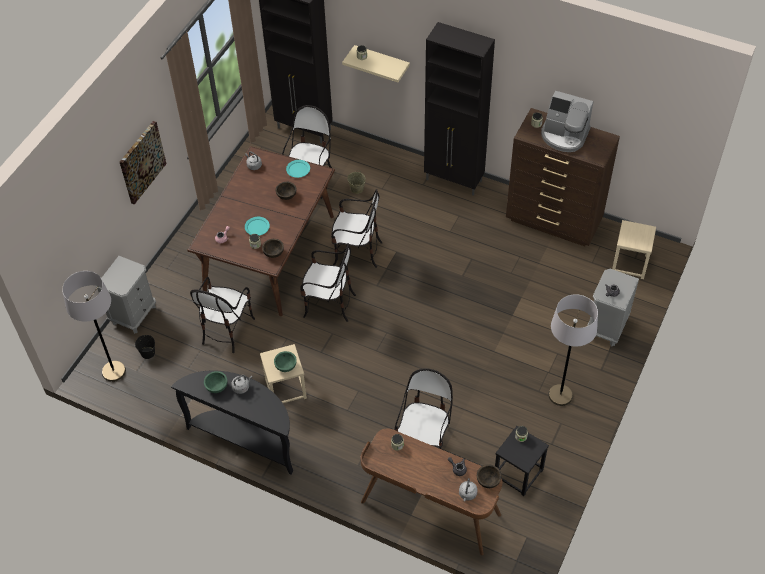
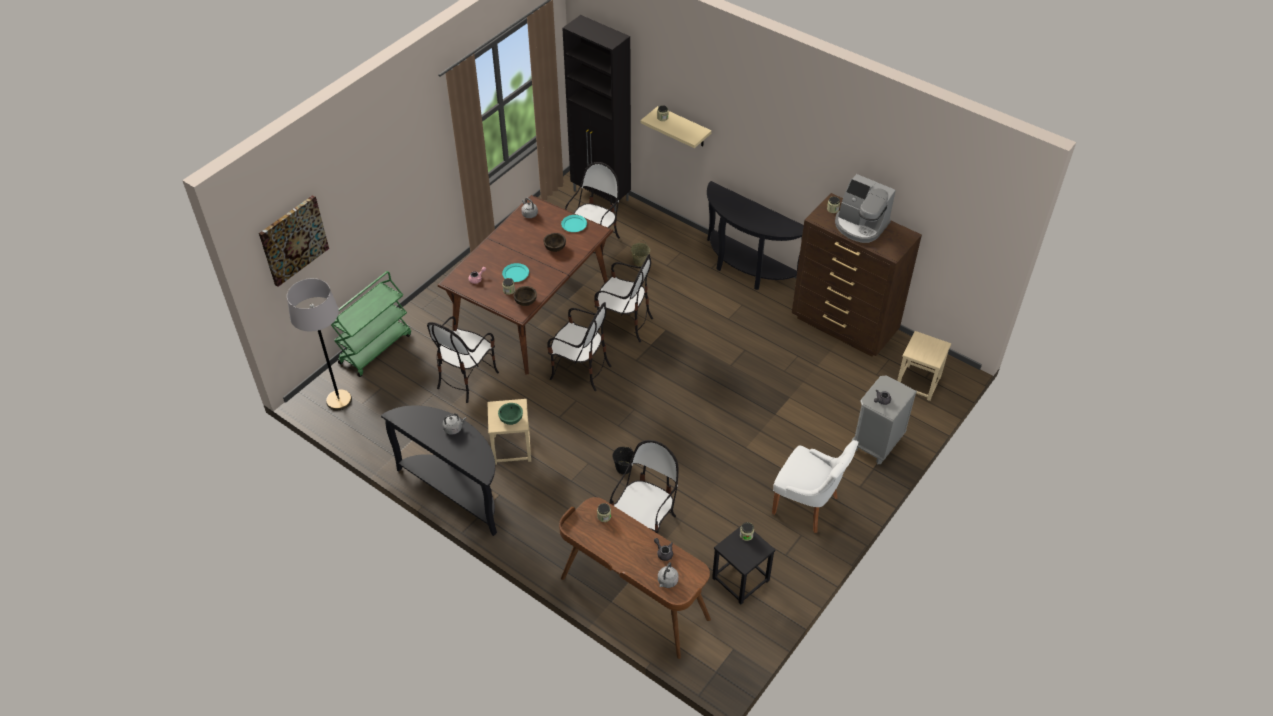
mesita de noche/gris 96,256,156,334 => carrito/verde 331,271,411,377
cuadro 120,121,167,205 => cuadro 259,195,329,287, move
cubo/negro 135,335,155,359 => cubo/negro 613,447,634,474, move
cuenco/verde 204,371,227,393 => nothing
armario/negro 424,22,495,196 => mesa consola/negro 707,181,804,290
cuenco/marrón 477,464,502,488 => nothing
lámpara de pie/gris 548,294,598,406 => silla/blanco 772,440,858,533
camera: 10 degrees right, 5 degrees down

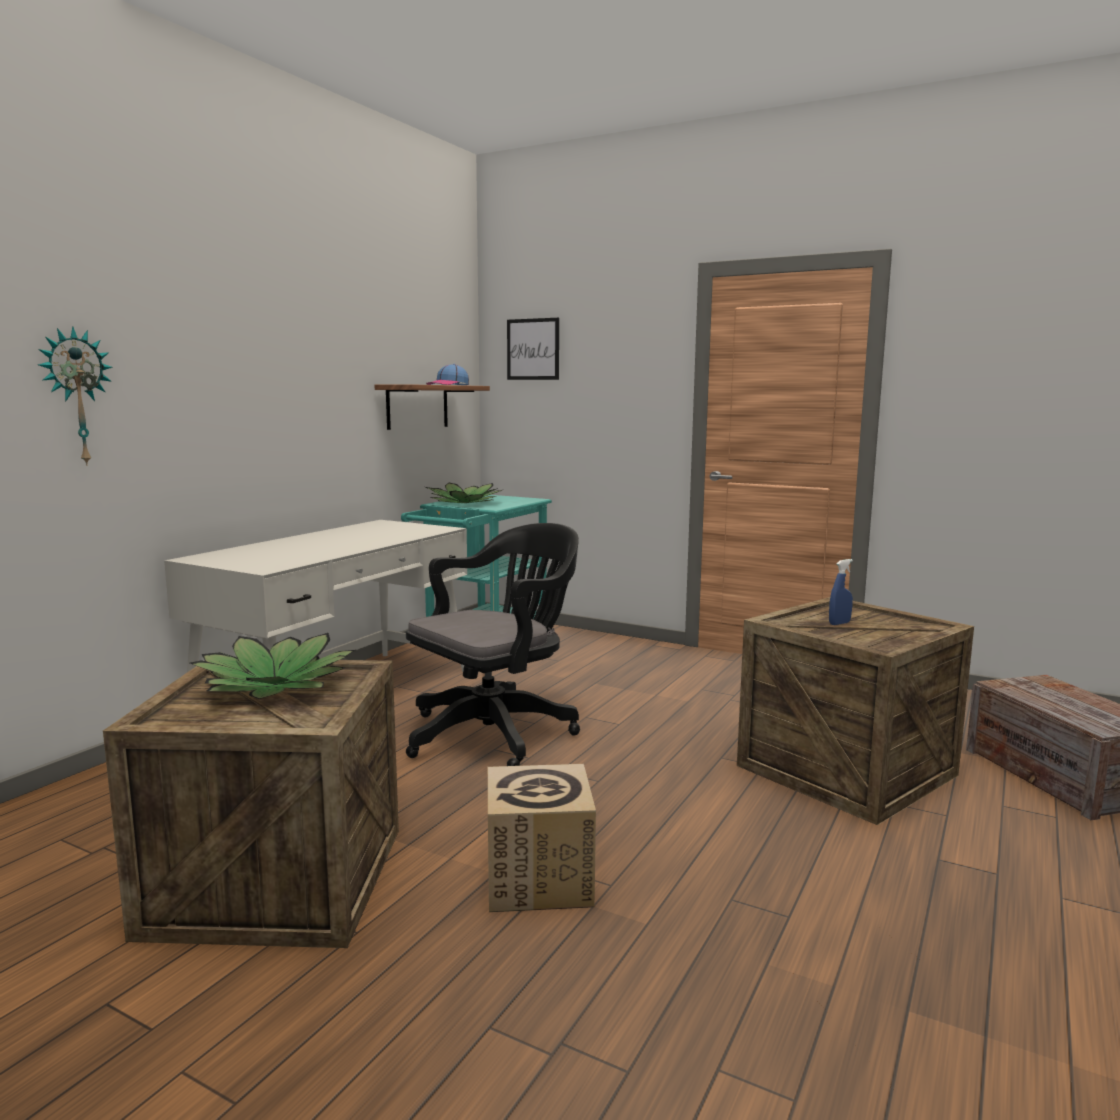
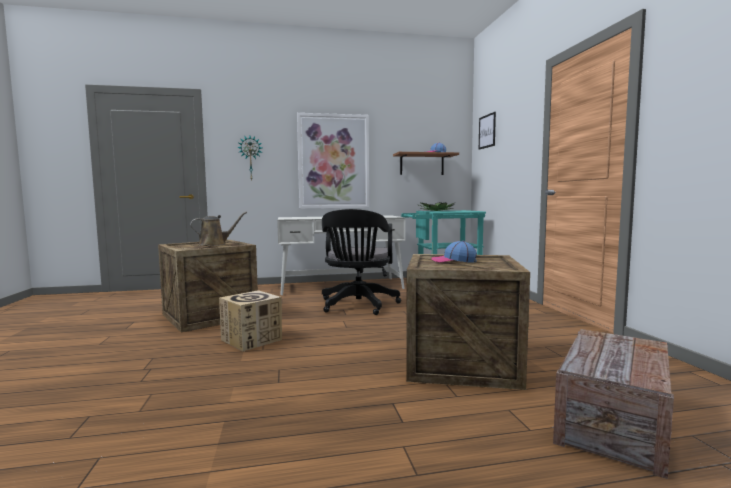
planta en maceta 190,633,355,699 => regadera/marrón 190,212,247,246
silla de oficina/negro 406,523,580,766 => silla de oficina/negro 322,209,401,315, 90 degrees clockwise
pulverizador/azul 829,559,853,625 => gorra 431,241,477,263
nothing => cuadro 297,113,369,209
camera: 50 degrees right, 5 degrees down

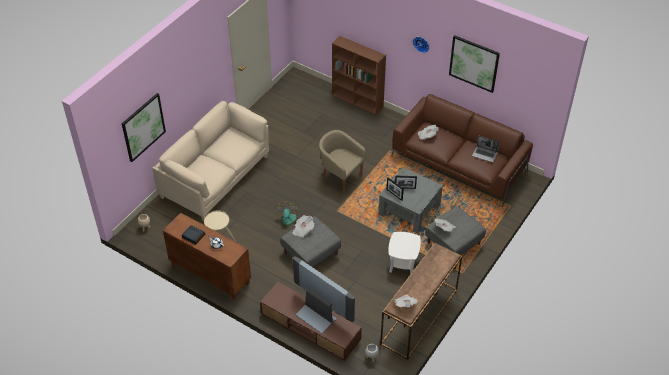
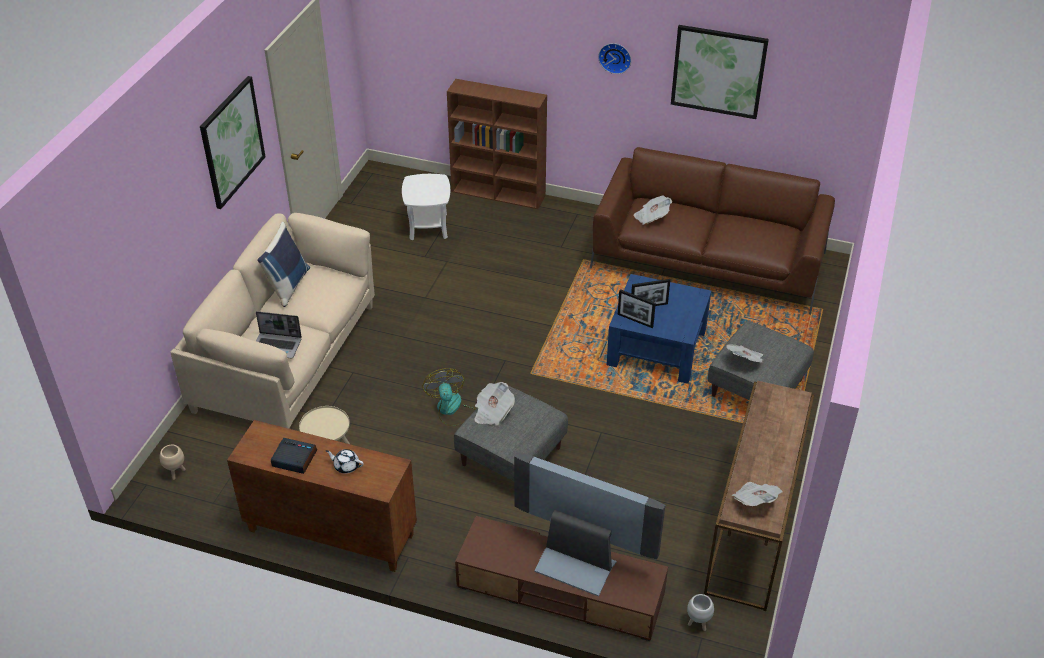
cuadro 122,93,166,162 => cuadro 200,76,266,209, move
sillón/beis 319,130,366,194 => nothing
mesa de centro/gris 379,167,443,234 => mesa de centro/azul 607,274,711,384
mesa auxiliar/blanco 388,232,421,274 => mesa auxiliar/blanco 402,174,450,240, move
portátil 472,136,500,162 => portátil 256,311,302,359, move
nothing => cojín/azul 257,222,310,307
camera: 15 degrees left, 5 degrees down

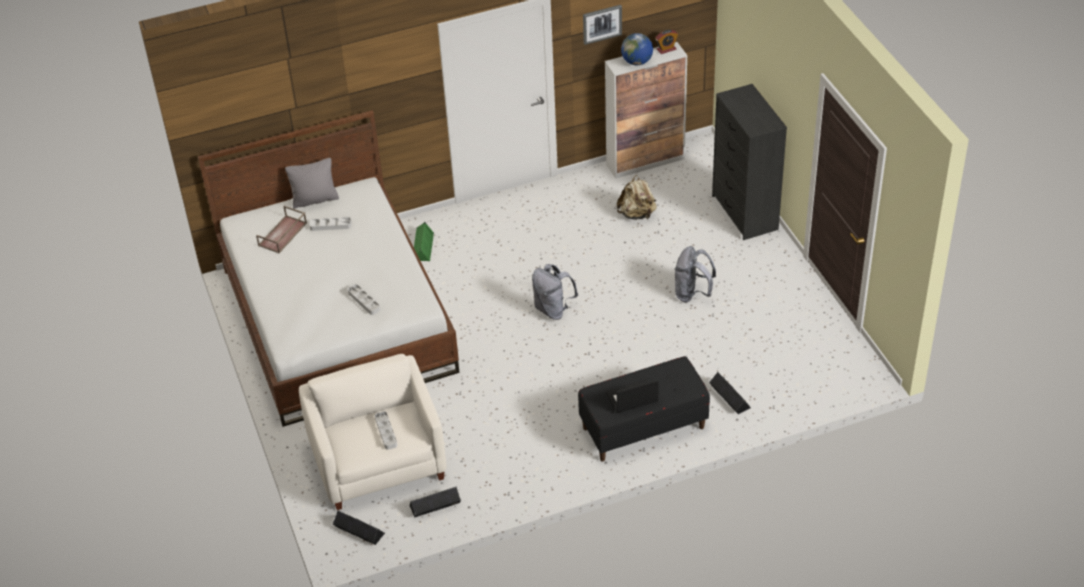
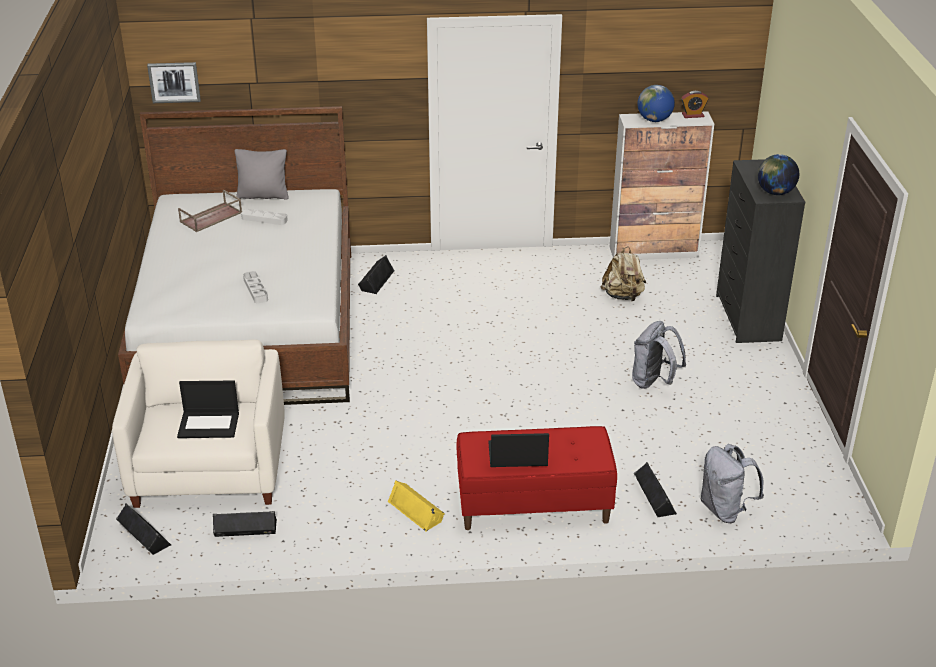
bandeja/gris 375,411,397,450 => portátil 177,381,239,438
altavoz/verde 414,222,434,261 => altavoz/negro 358,255,394,294
mochila/gris 532,264,578,320 => mochila/gris 701,444,764,523, move
banco/negro 578,356,710,462 => banco/rojo 457,426,617,530
cuadro 583,5,622,45 => cuadro 147,62,201,103, move
nothing => altavoz/amarillo 388,480,445,532
nothing => globo terráqueo 758,154,799,195
camera: 15 degrees right, 10 degrees down

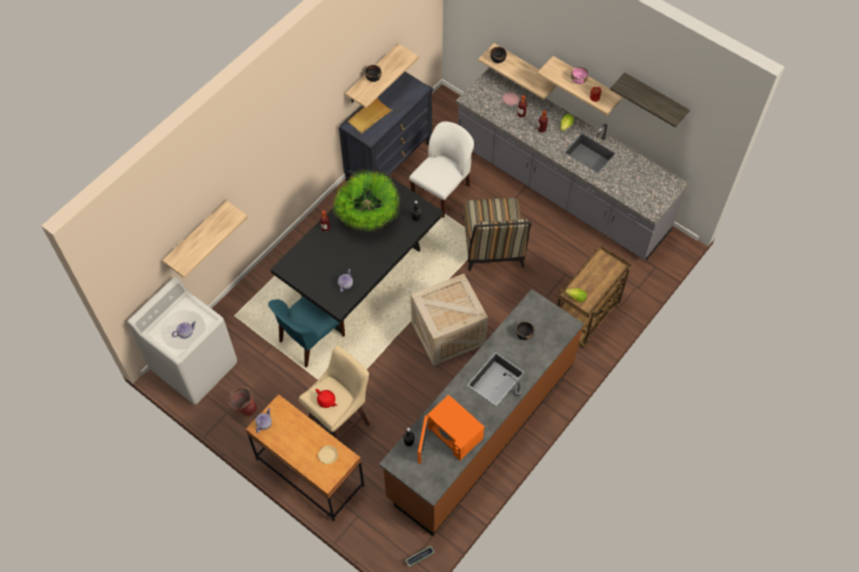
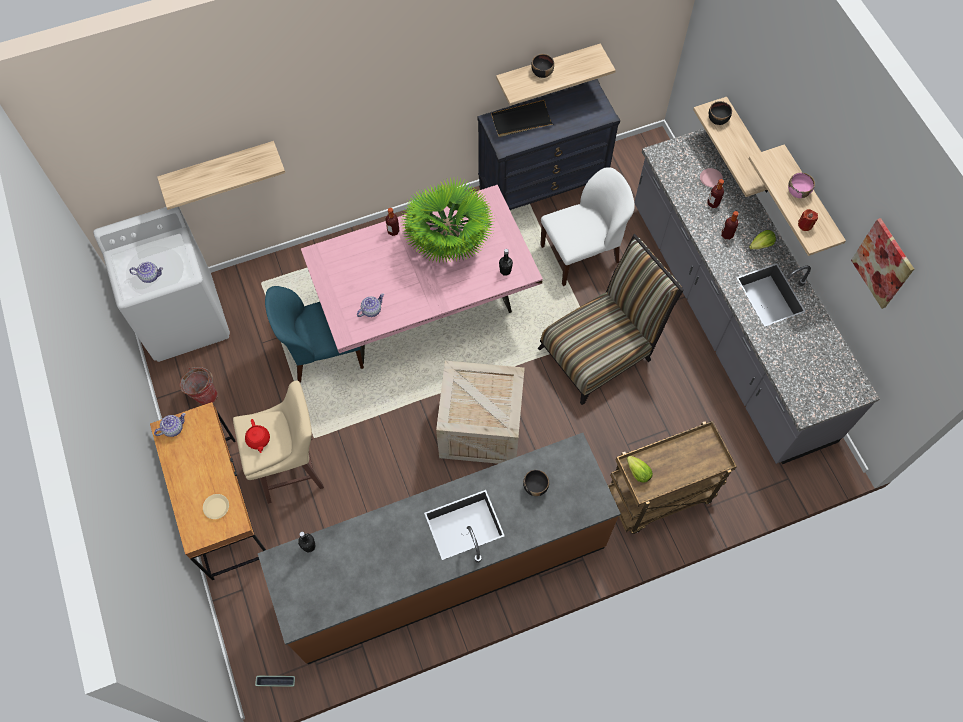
mesa de comedor/negro 270,167,443,333 => mesa de comedor/rosa 301,185,543,364
bandeja/beis 347,98,393,134 => bandeja/negro 491,100,553,137
microondas/naranja 418,395,484,464 => nothing
silla 463,198,532,271 => silla 538,234,684,405, 150 degrees counterclockwise
estante 610,72,690,127 => cuadro 851,218,914,309
camera: 30 degrees right, 5 degrees up

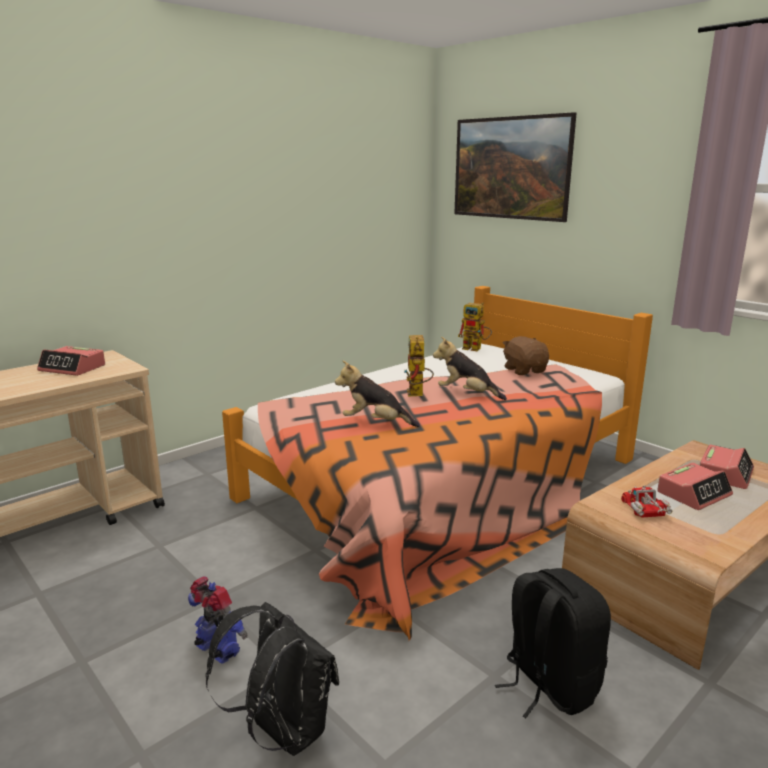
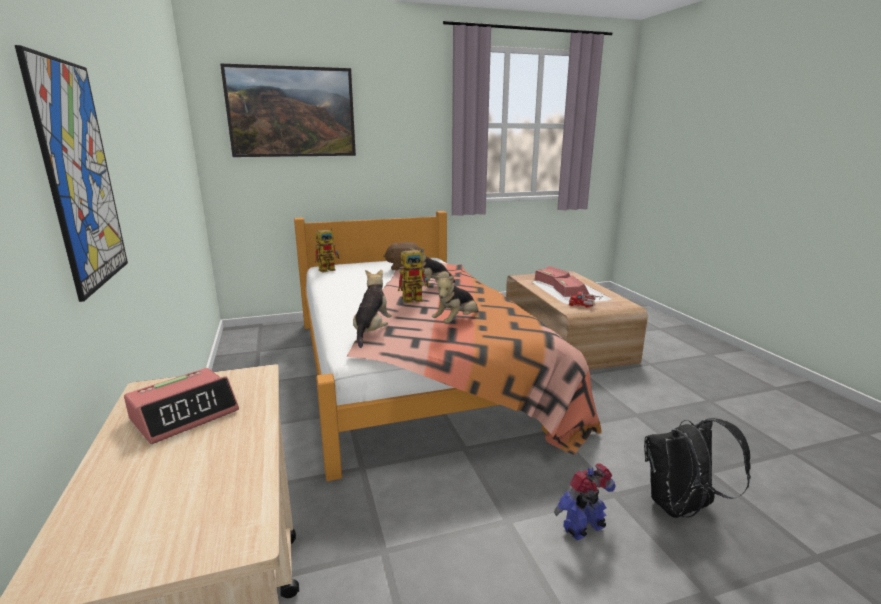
robot de juguete 404,335,434,397 => robot de juguete 398,248,430,304, 45 degrees counterclockwise
mochila/negro 495,568,611,718 => nothing
nothing => cuadro 15,45,128,302
nothing => peluche 353,269,392,348
camera: 65 degrees left, 0 degrees up

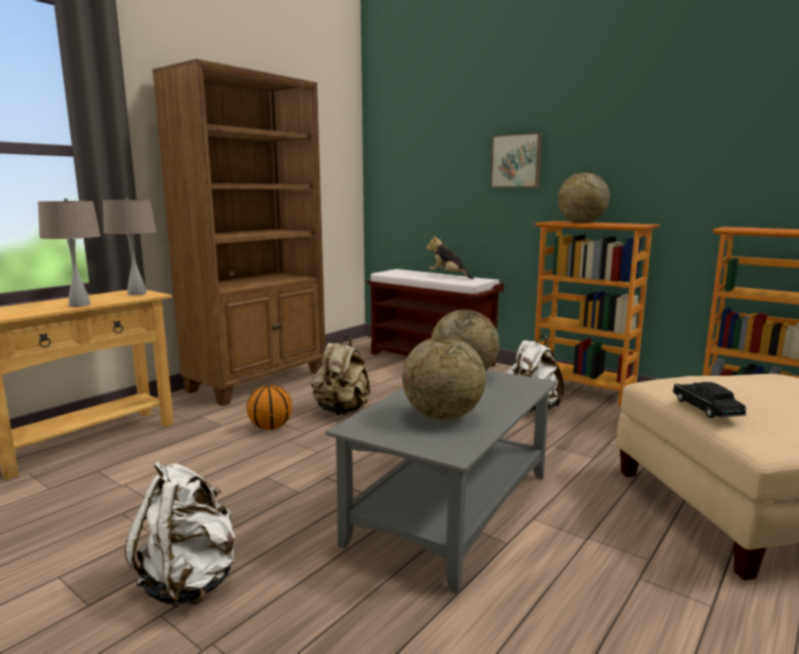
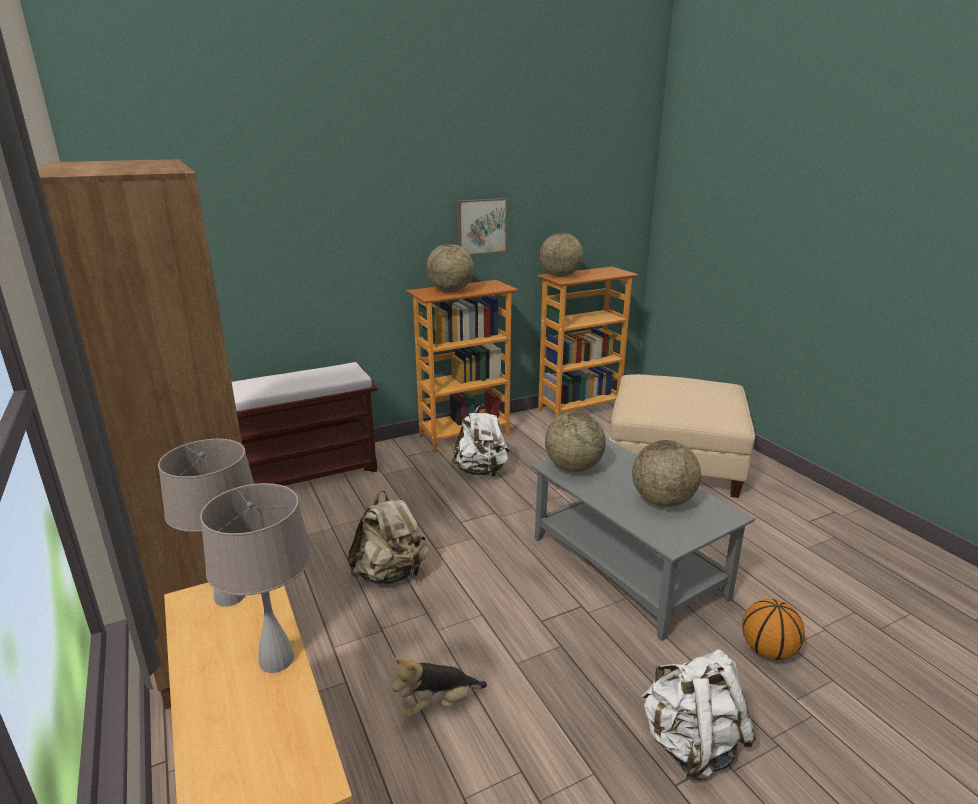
balón de baloncesto 247,385,292,430 => balón de baloncesto 742,599,805,660, move
peluche 426,235,474,279 => peluche 392,658,487,719, move
cuadro 490,133,542,188 => cuadro 457,198,508,255, move
coche de juguete/negro 672,382,746,418 => nothing
nothing => globo terráqueo 540,233,583,277
camera: 65 degrees left, 10 degrees up

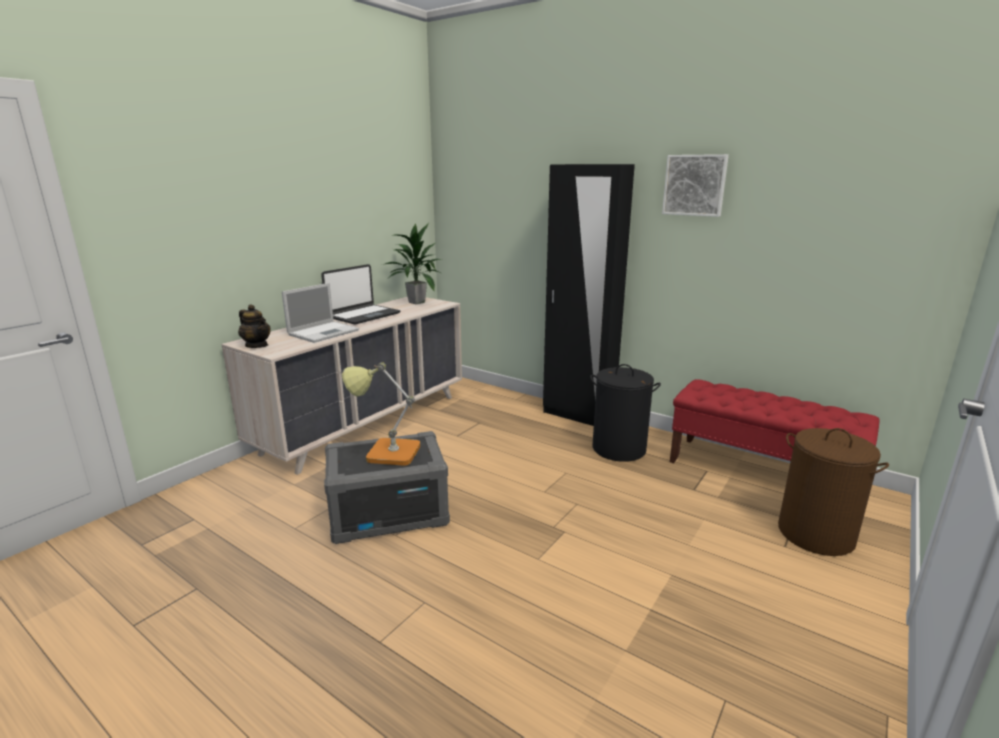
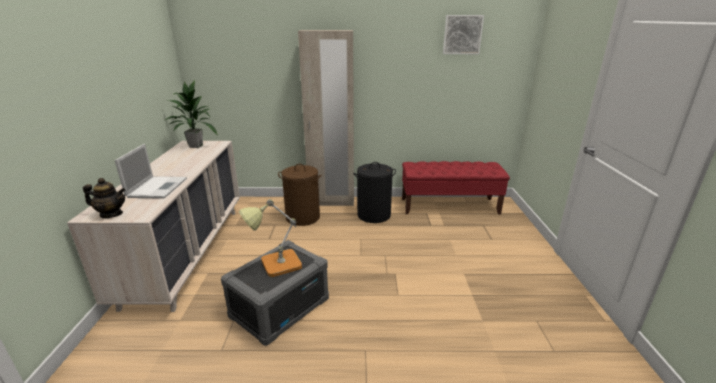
portátil 321,264,400,325 => nothing
armario ropero/negro 543,164,635,426 => armario ropero/beis 298,30,354,206
cuadro 662,154,729,217 => cuadro 443,15,484,54, move
cesto de la ropa/marrón 778,428,889,556 => cesto de la ropa/marrón 278,164,322,226, move
camera: 35 degrees left, 5 degrees up

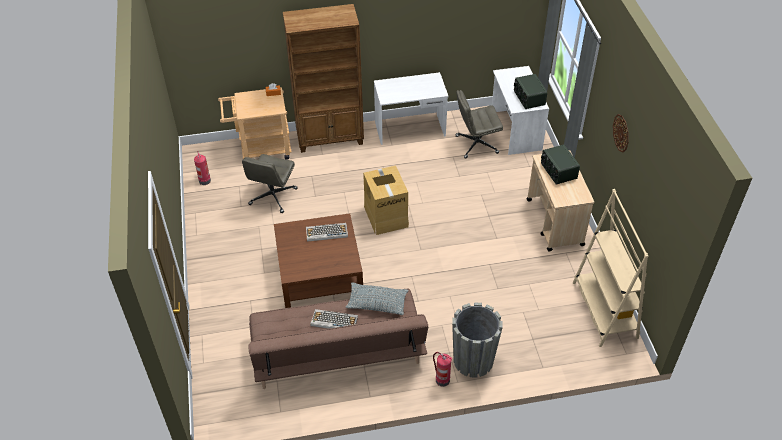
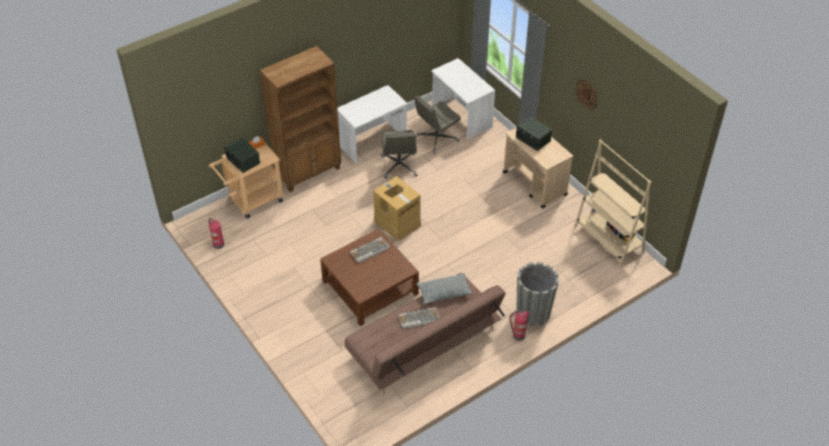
silla de oficina/gris 242,154,298,213 => silla de oficina/gris 381,130,418,178, move
radio 514,74,547,109 => radio 225,137,260,173, move
camera: 25 degrees left, 0 degrees up

